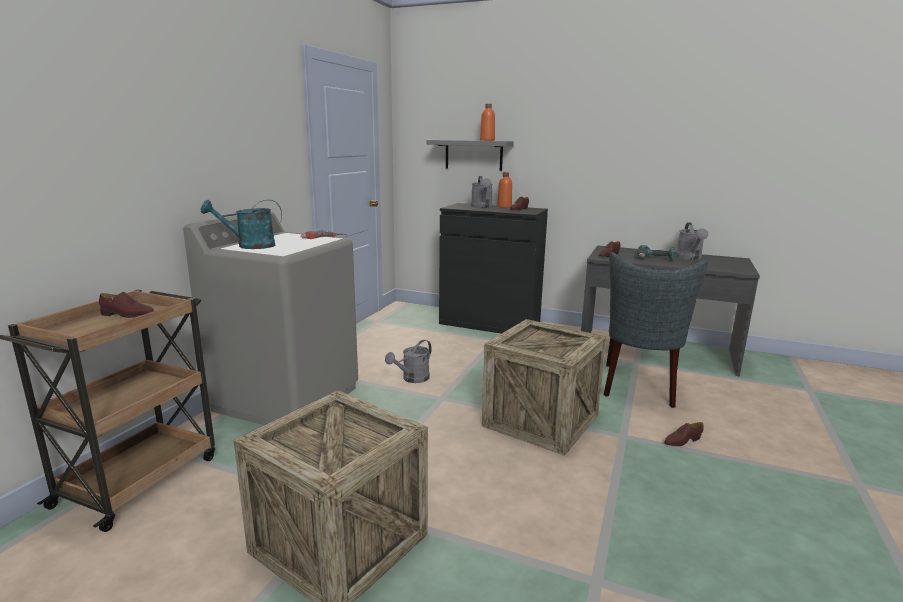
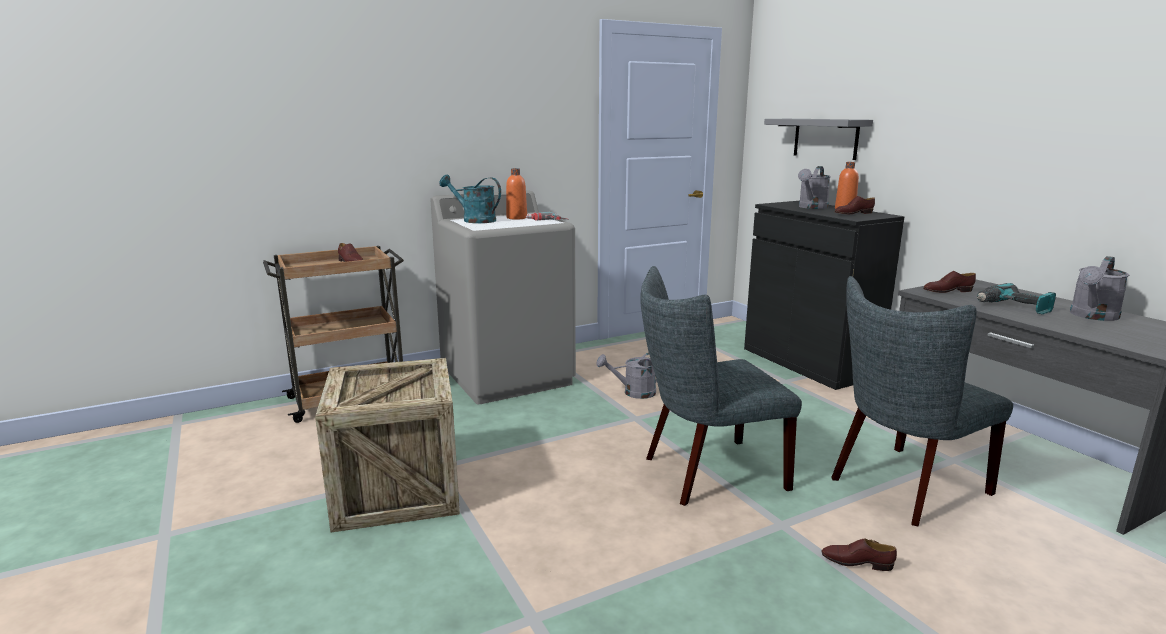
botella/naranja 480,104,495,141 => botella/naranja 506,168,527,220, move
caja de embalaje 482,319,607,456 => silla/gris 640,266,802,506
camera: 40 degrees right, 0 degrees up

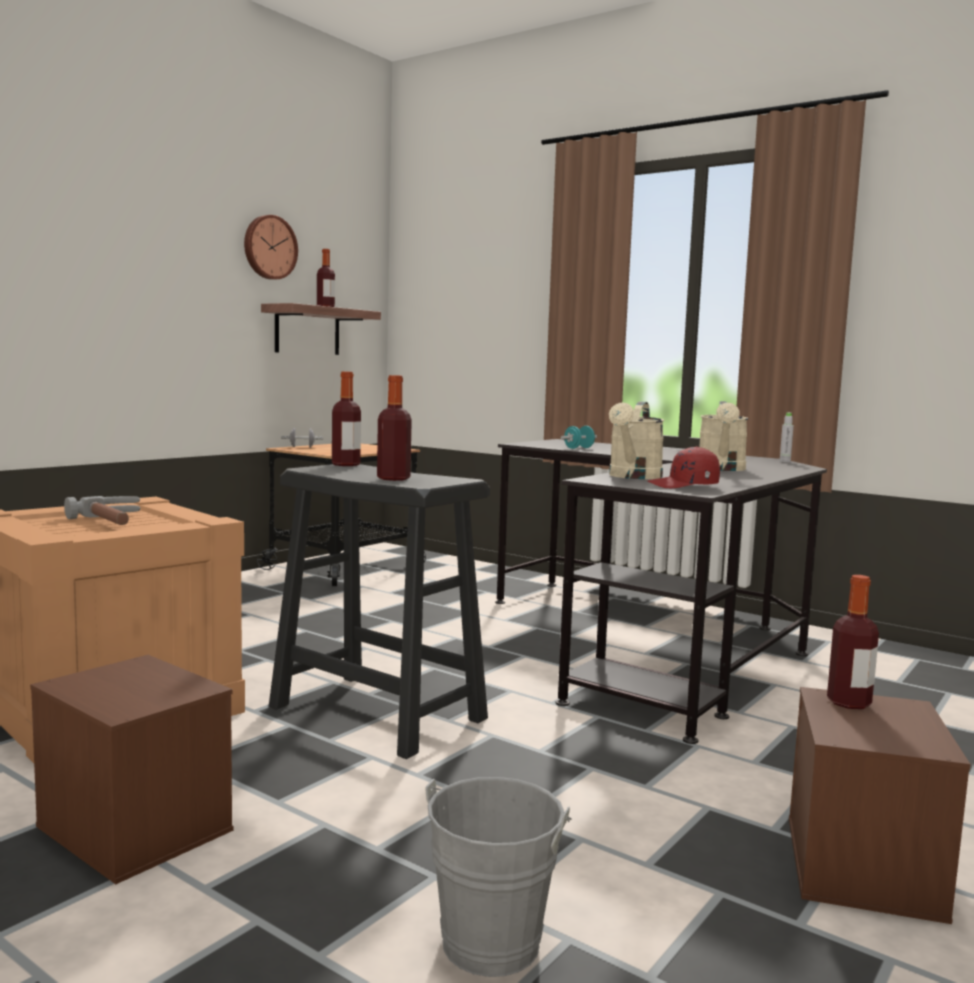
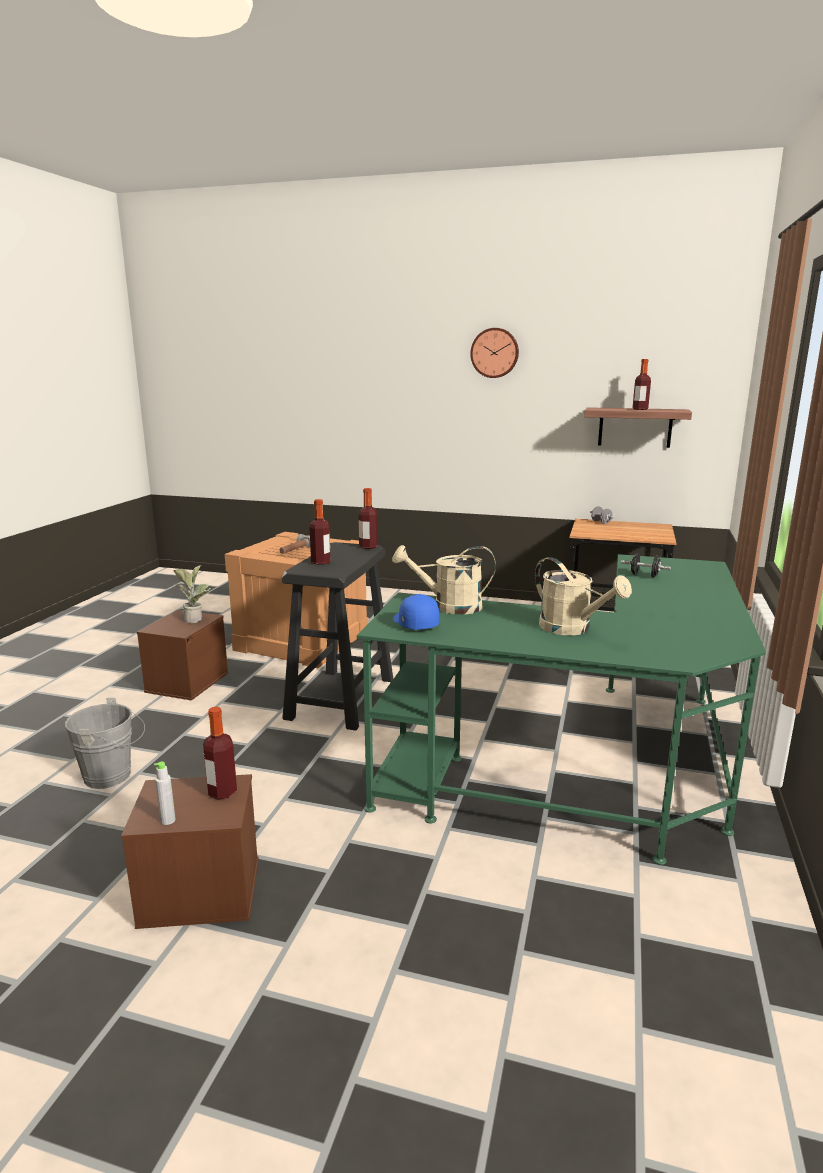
reloj de pared 244,215,298,280 => reloj de pared 470,328,519,378, move
escritorio/negro 495,439,827,744 => escritorio/verde 357,554,766,865
mancuerna/turquesa 560,426,597,449 => mancuerna/negro 621,553,671,578
gorra/rojo 648,446,720,488 => gorra/azul 393,594,439,630
regadera/beis 700,401,748,471 => regadera/beis 535,557,632,636, 120 degrees counterclockwise
botella/gris 780,412,794,462 => botella/gris 154,762,175,825, move
nothing => planta en maceta 173,565,211,623
camera: 70 degrees right, 10 degrees up

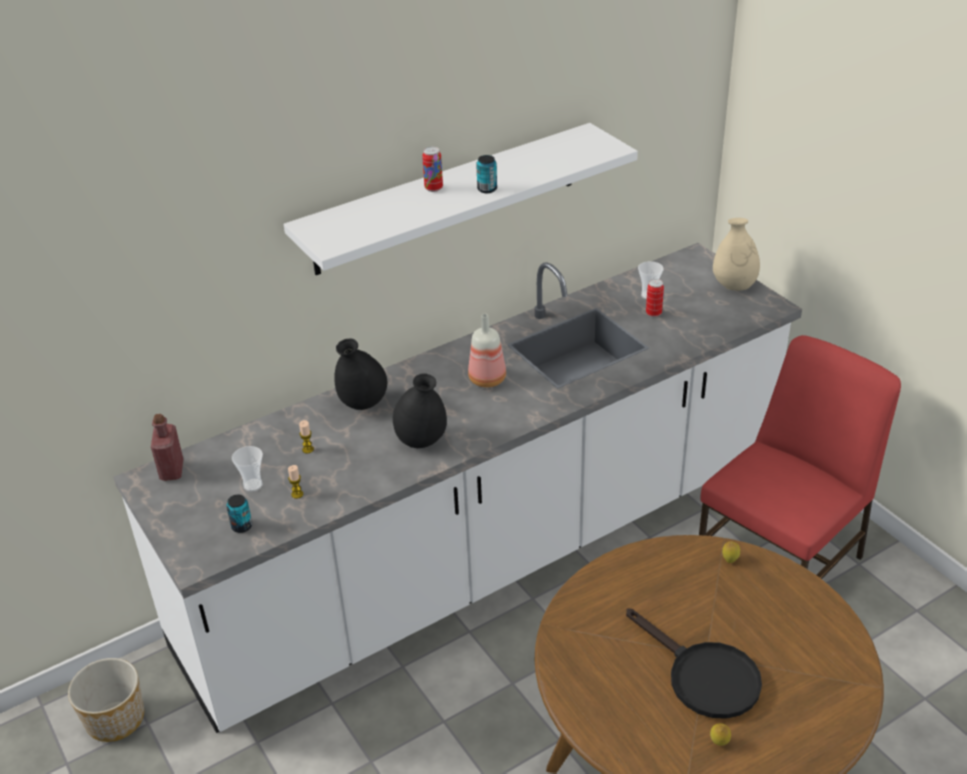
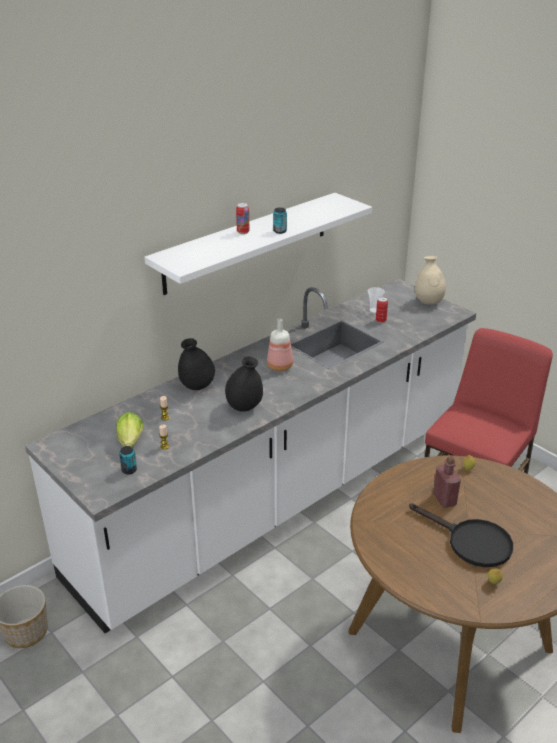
botella/rojo 151,414,183,481 => botella/rojo 433,456,461,508, move
taza 232,446,263,492 => lechuga 116,412,143,447
camera: 10 degrees left, 5 degrees down

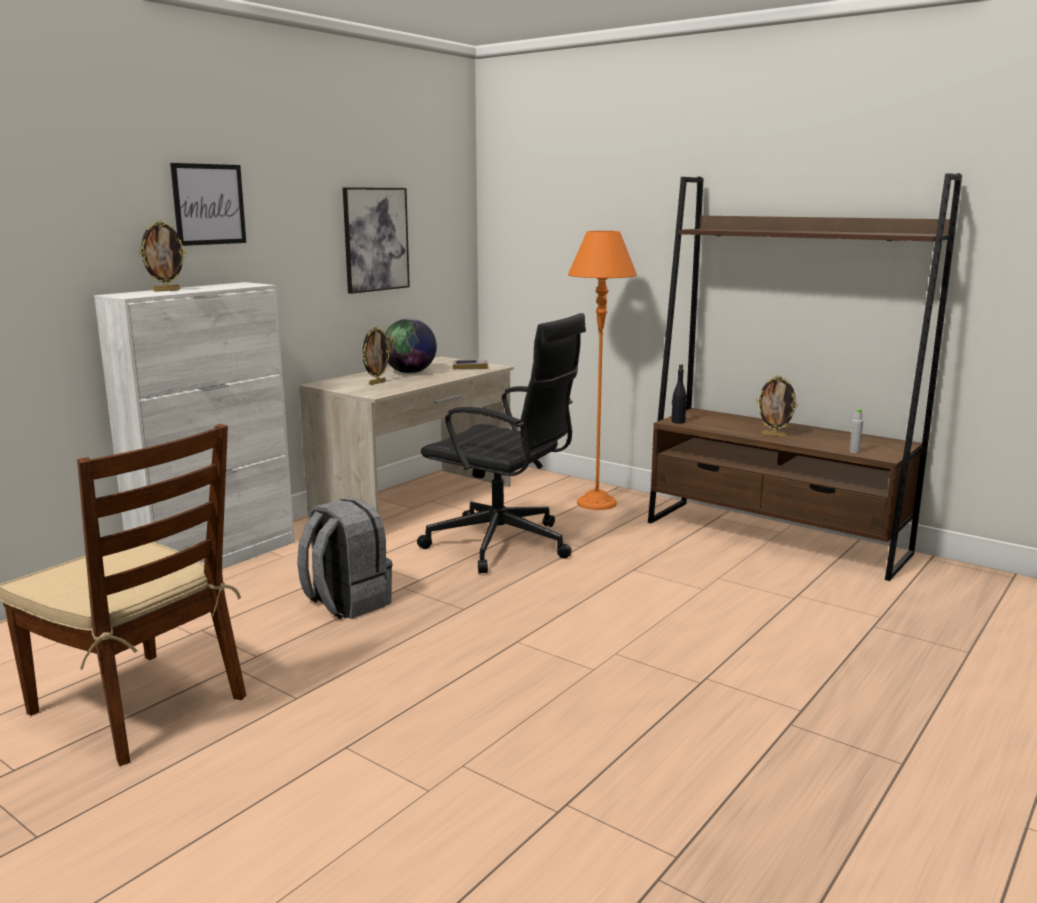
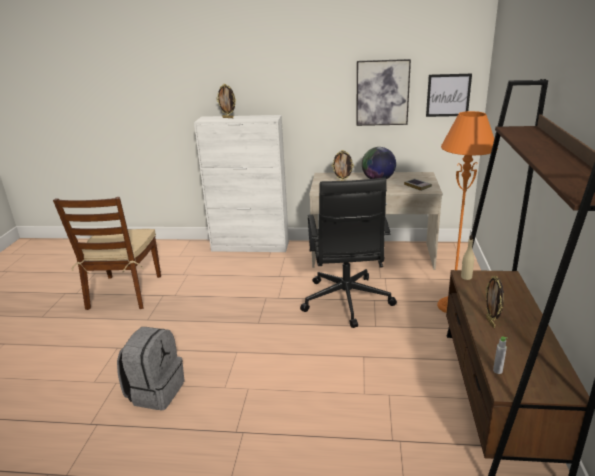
cuadro 170,163,246,246 => cuadro 426,74,472,117, move
mochila/gris 297,498,393,620 => mochila/gris 117,327,185,410, move
botella/negro 672,364,686,424 => botella/beis 461,235,474,280
camera: 60 degrees right, 10 degrees up

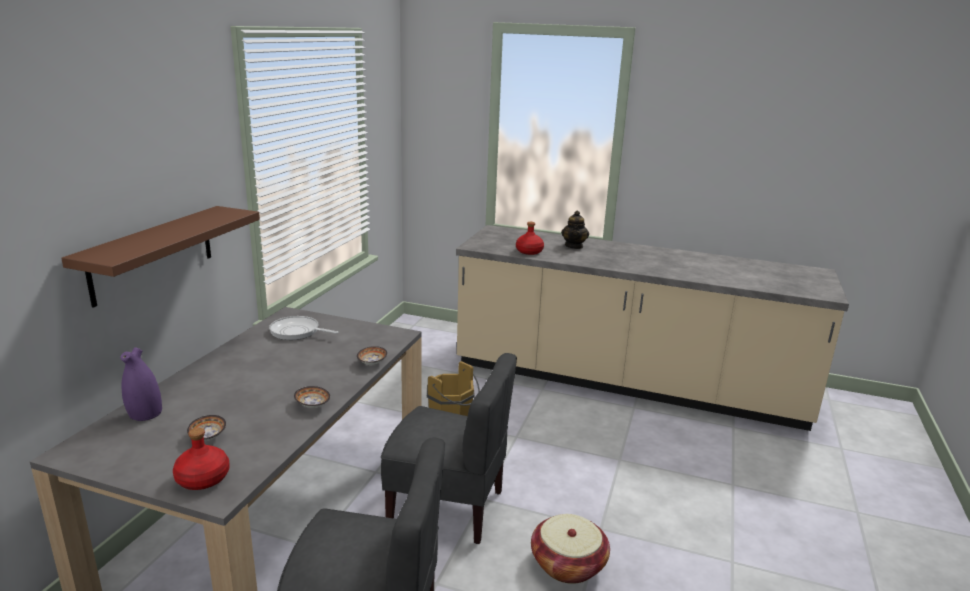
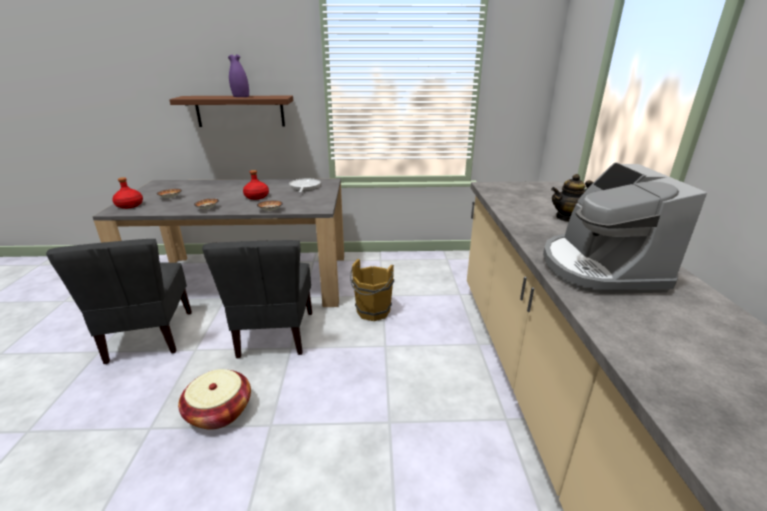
florero/morado 120,347,162,421 => florero/morado 228,54,249,97, move
botella/rojo 516,222,544,255 => botella/rojo 243,170,269,200, move
nothing => cafetera 543,162,707,294
camera: 70 degrees right, 5 degrees up

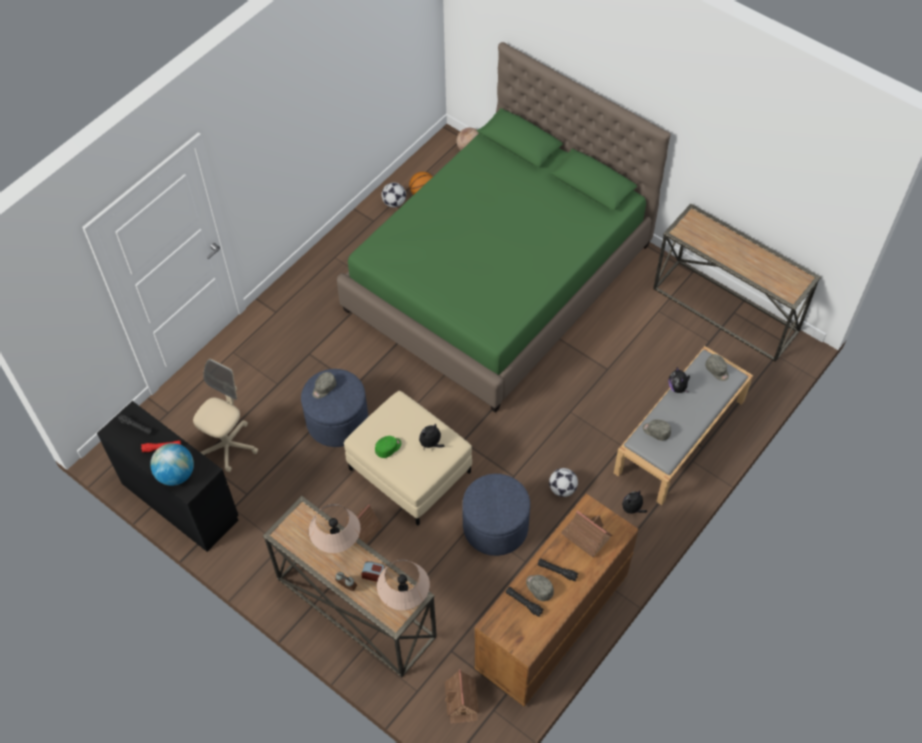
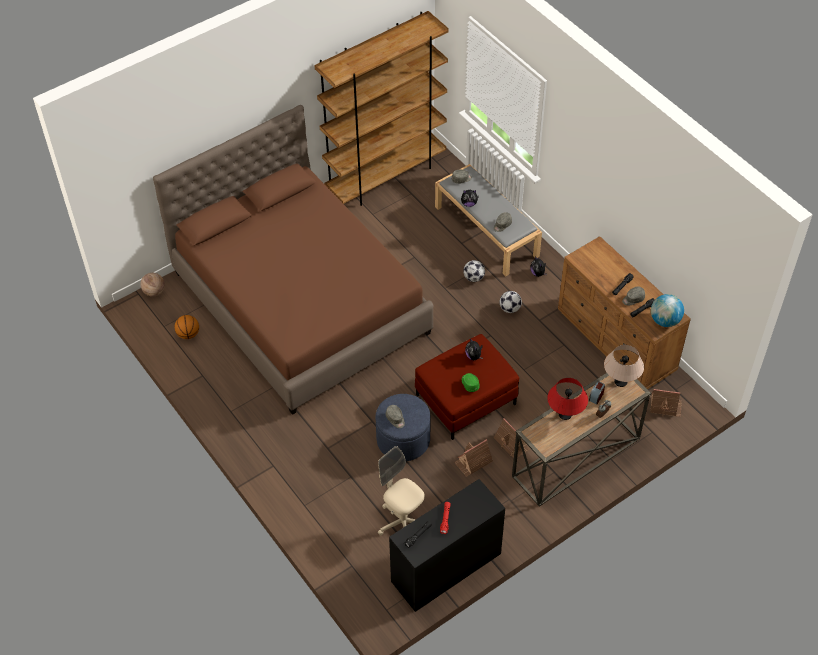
globo terráqueo 150,443,194,486 => globo terráqueo 651,294,684,327, move
lámpara de mesa/beis 309,504,360,553 => lámpara de mesa/rojo 547,378,588,420
cama/verde 337,42,671,413 => cama/marrón 153,105,433,415
puf/beis 344,391,472,525 => puf/rojo 415,334,519,440
balón de fútbol 381,182,406,207 => balón de fútbol 463,260,485,282, move
puf/azul 462,474,530,556 => nothing
casita 561,510,613,558 => casita 454,439,493,477, move
mesa consola 653,204,821,362 => estantería/marrón 314,11,449,206
camera: 75 degrees left, 5 degrees down

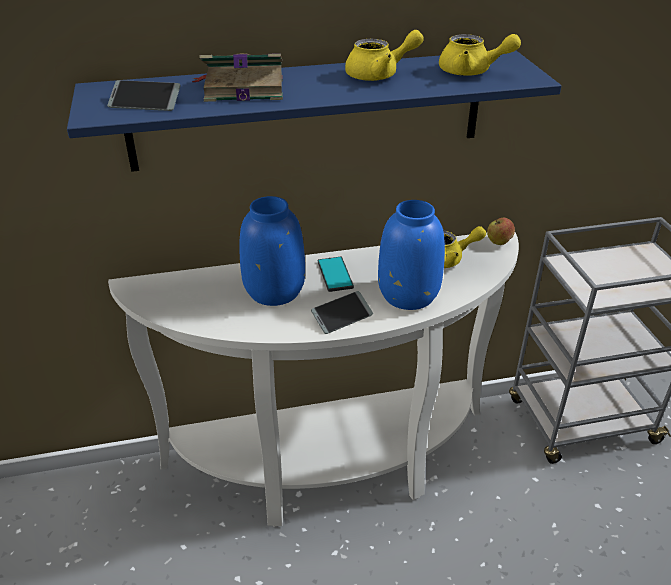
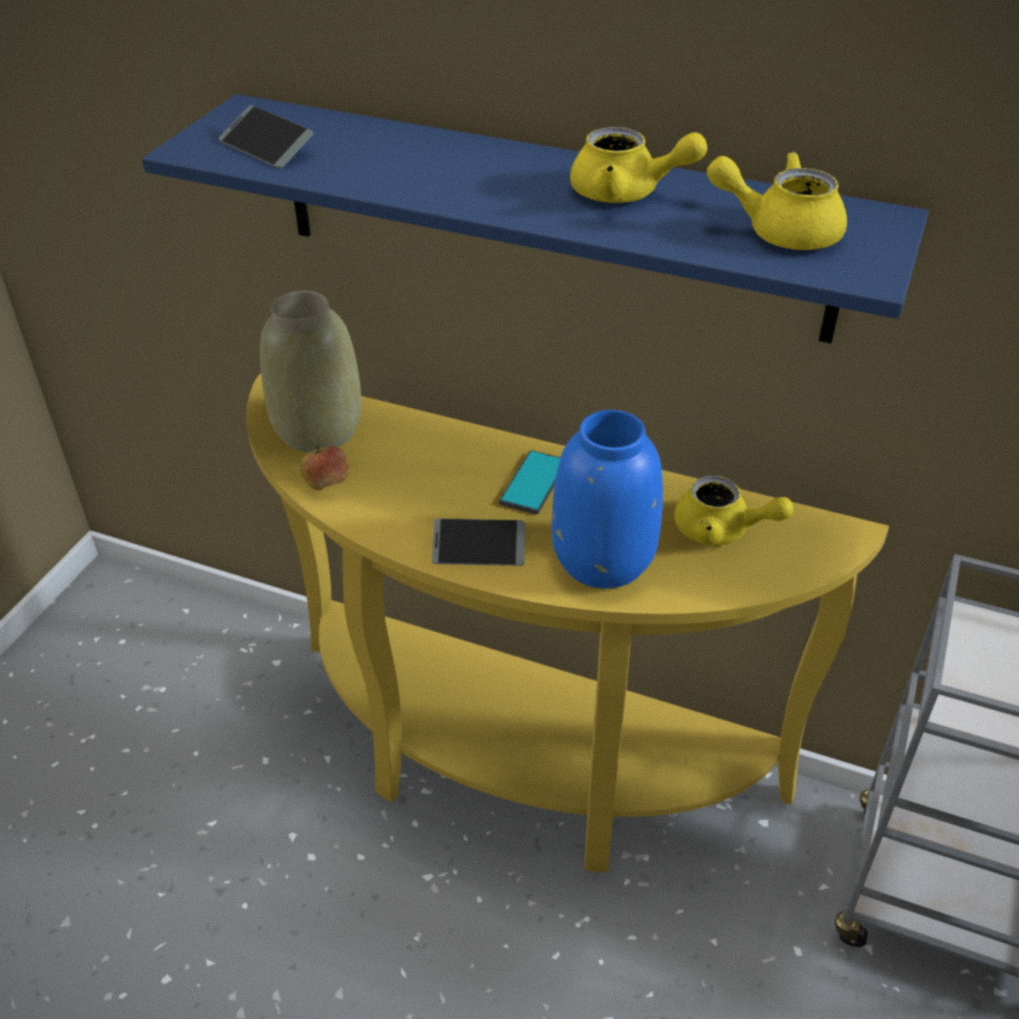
mesa consola/blanco 108,232,519,527 => mesa consola/amarillo 246,374,889,872
libro 192,53,283,102 => nothing
florero/azul 239,196,305,306 => nothing
tetera/amarillo 439,34,521,76 => tetera/amarillo 707,152,847,250, 135 degrees clockwise
manzana 487,218,515,245 => manzana 301,446,349,490, move
nothing => florero/beis 260,291,362,452
camera: 35 degrees right, 5 degrees up

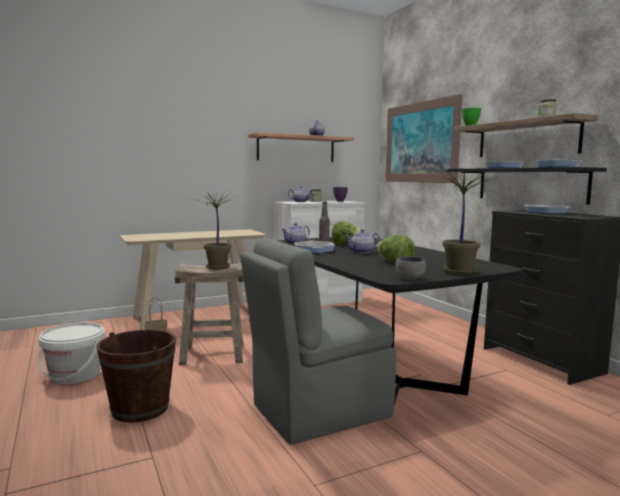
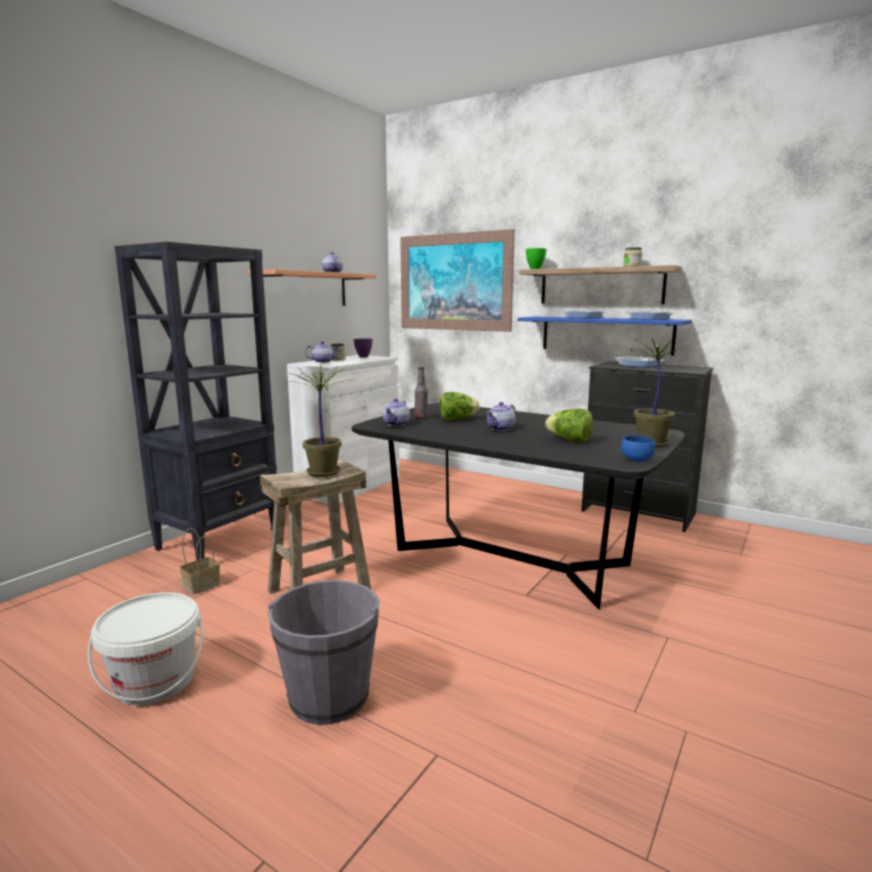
cubo/marrón 96,330,176,423 => cubo/gris 268,580,380,725
mesa consola/beis 120,229,266,330 => estantería/negro 115,242,277,560
silla/gris 240,238,396,445 => nothing
sartén 294,241,335,253 => nothing
cuenco/gris 395,256,426,280 => cuenco/azul 621,435,656,462
estante/negro 448,167,607,205 => estante/azul 517,317,692,355
camera: 30 degrees left, 5 degrees up

